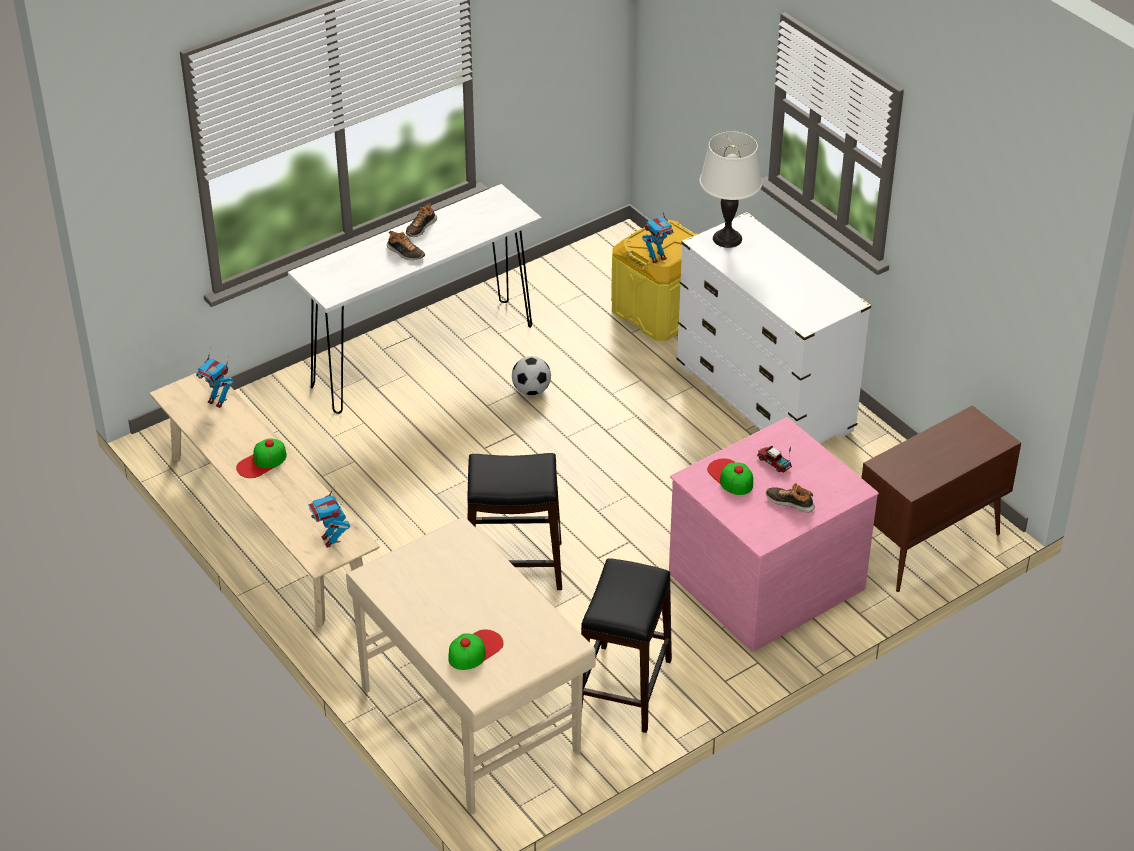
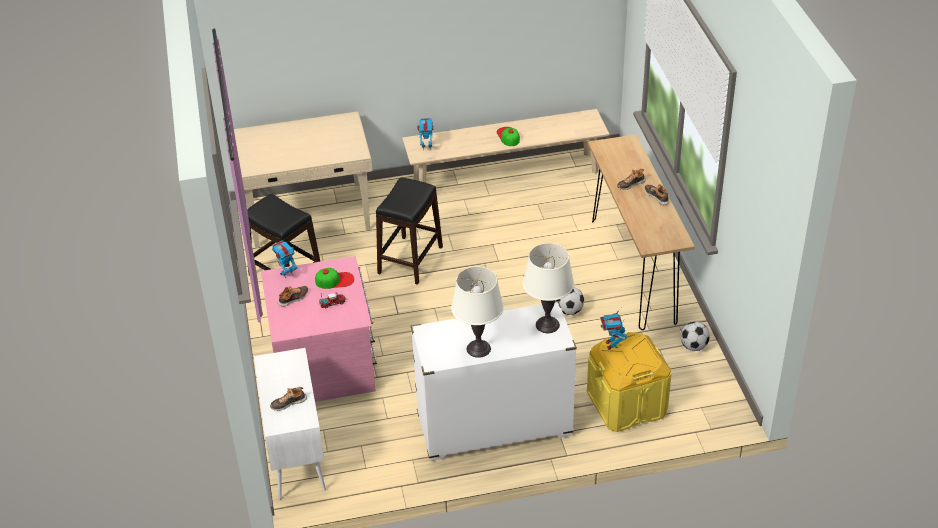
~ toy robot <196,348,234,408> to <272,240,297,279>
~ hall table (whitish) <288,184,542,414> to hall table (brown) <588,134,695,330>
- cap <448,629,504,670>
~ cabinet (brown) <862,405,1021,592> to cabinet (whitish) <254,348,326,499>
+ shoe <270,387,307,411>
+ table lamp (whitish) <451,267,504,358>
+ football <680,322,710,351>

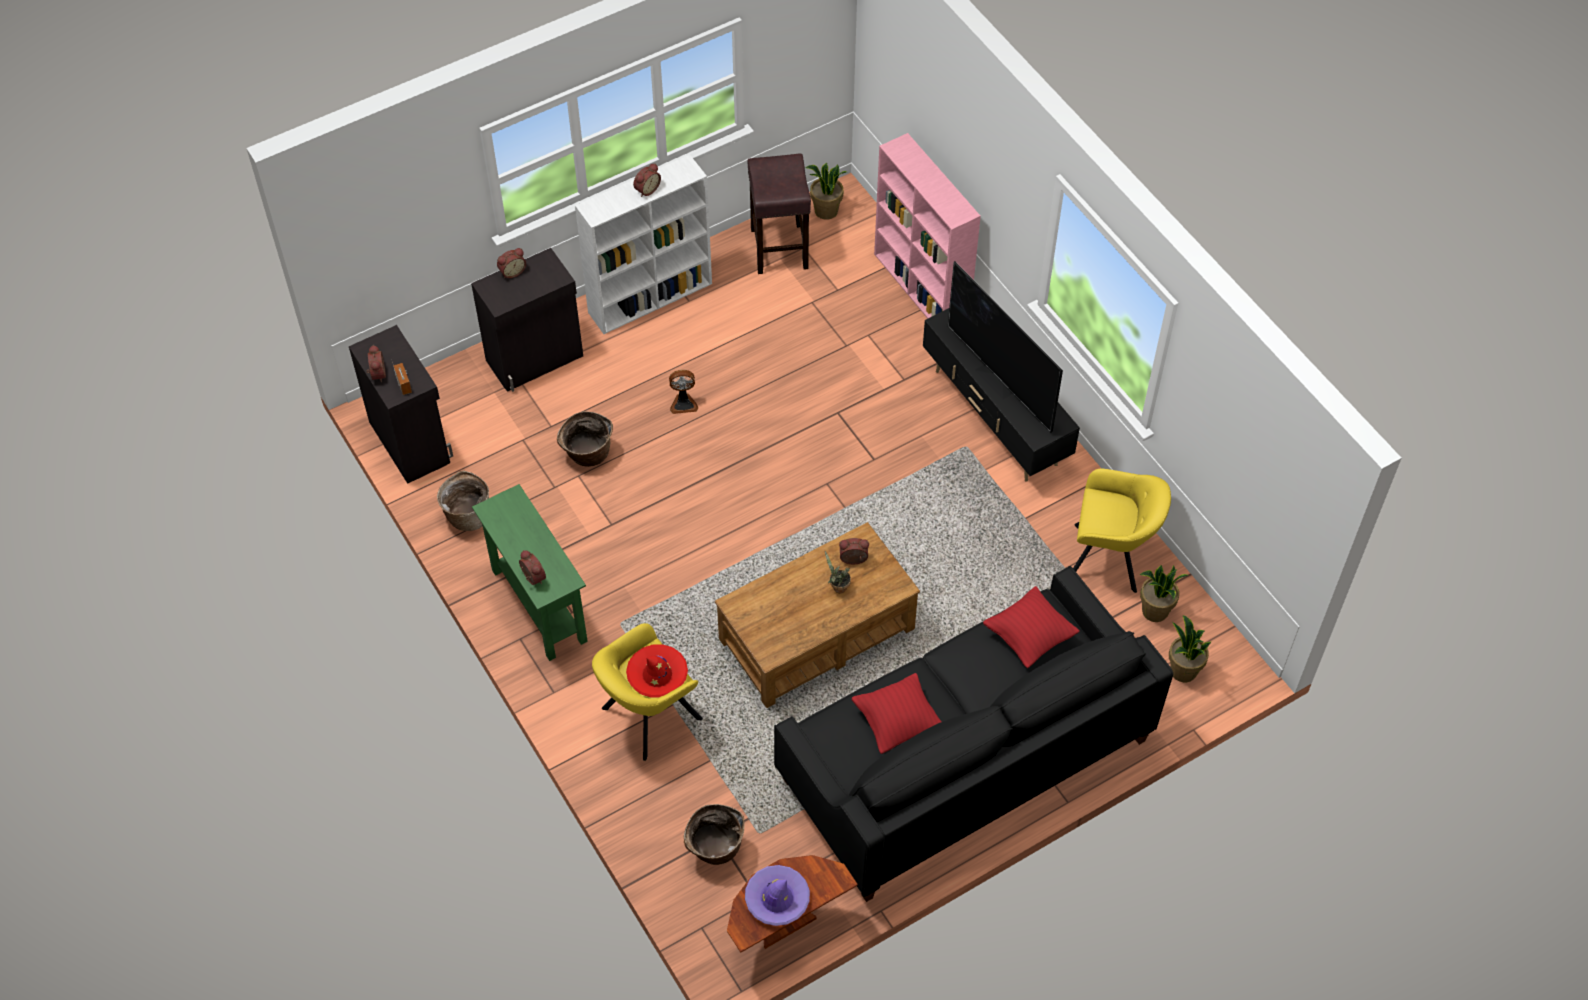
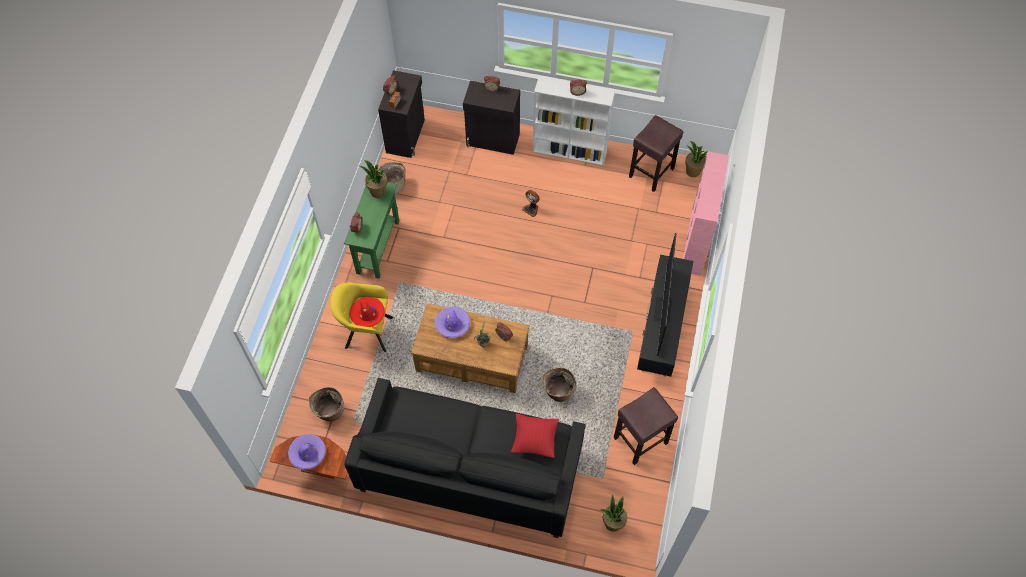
~ storage basket <557,411,613,467> to <542,368,577,402>
- cushion (reddish) <852,673,942,754>
~ easy chair (yellow) <1073,469,1171,593> to stool seat (brown) <613,387,678,465>
~ houseplant <1140,565,1188,622> to <359,160,387,198>
+ clothing hat (purple-coloured) <435,307,470,338>

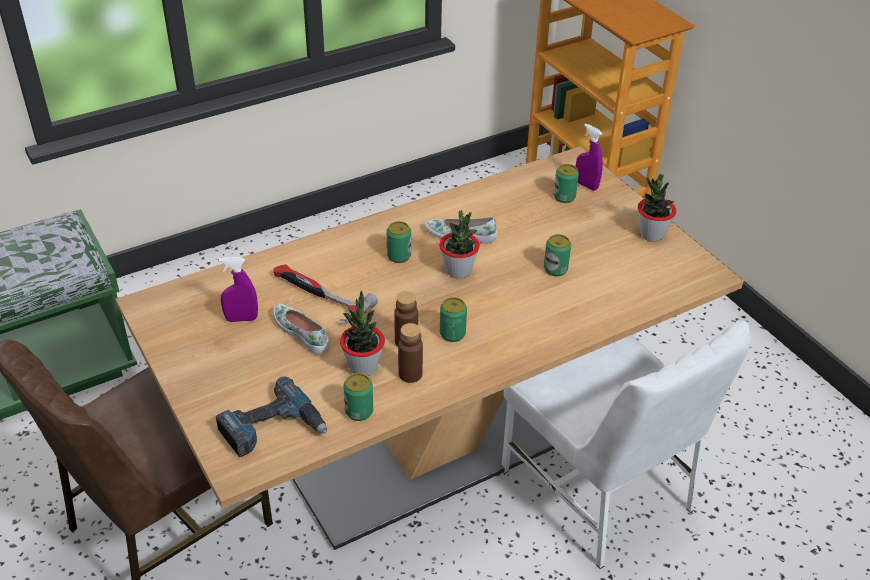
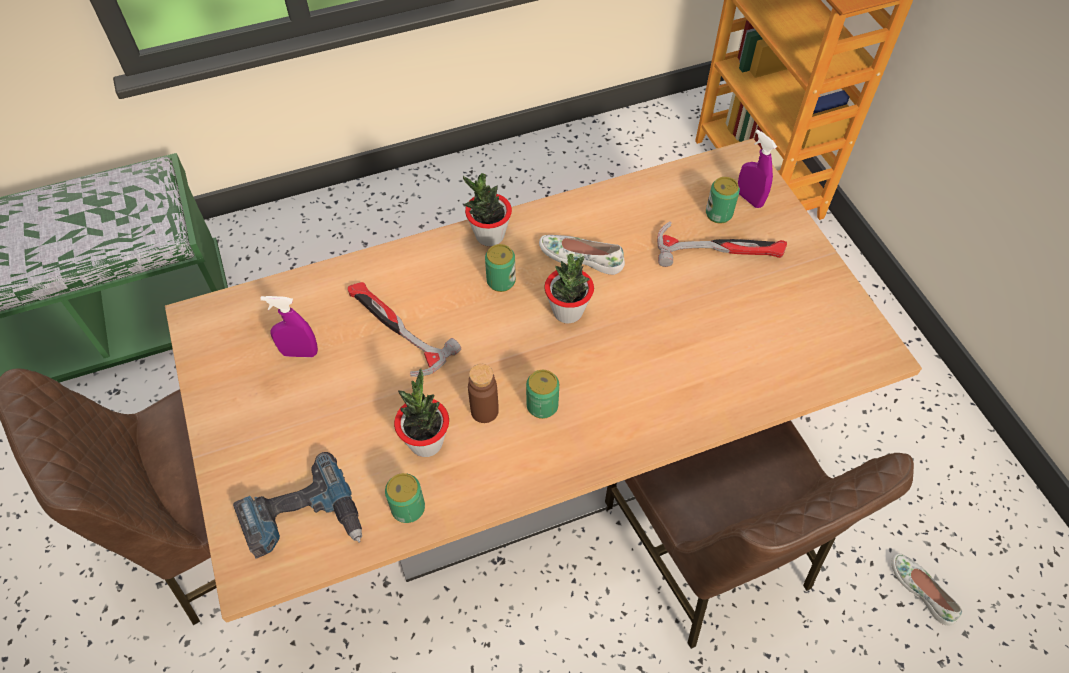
~ shoe (whitish) <273,303,330,355> to <891,553,962,625>
- drink bottle (brown) <398,323,423,383>
~ chair (whitish) <502,321,751,569> to chair (brown) <605,420,914,649>
- sealed can <544,234,571,277>
~ houseplant <638,174,676,242> to <463,173,512,247>
+ tool hammer <657,222,787,267>

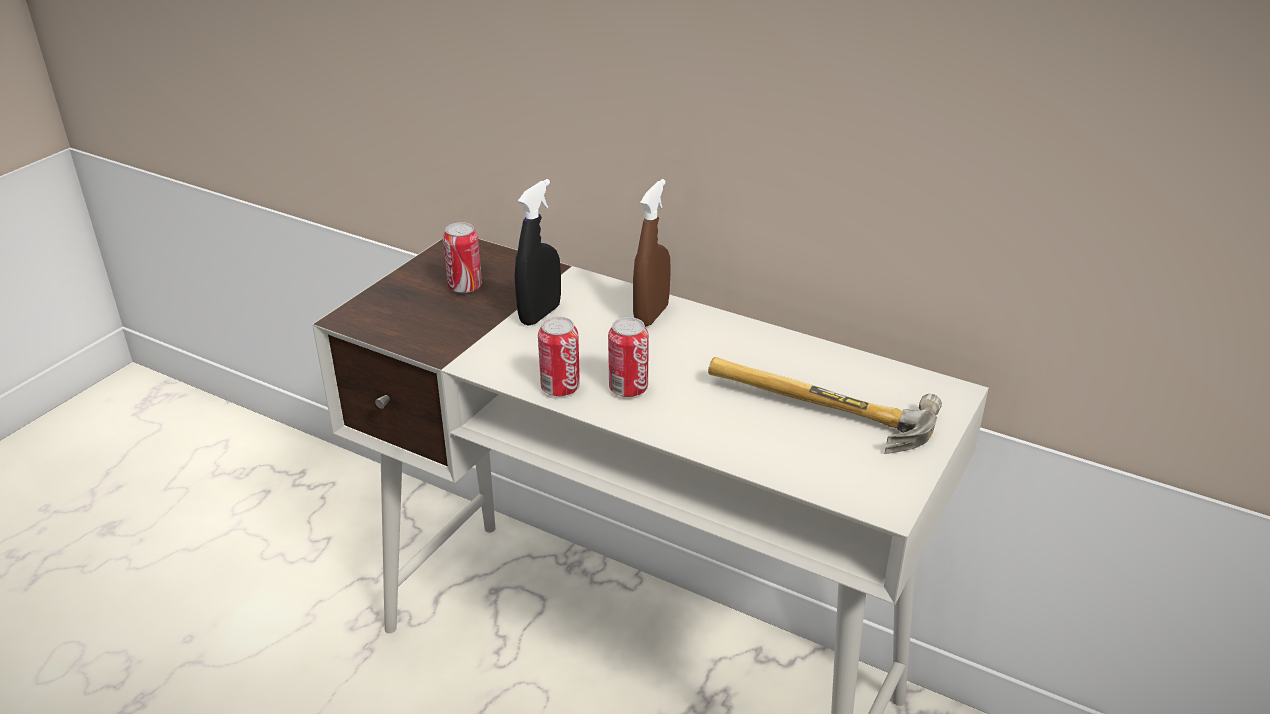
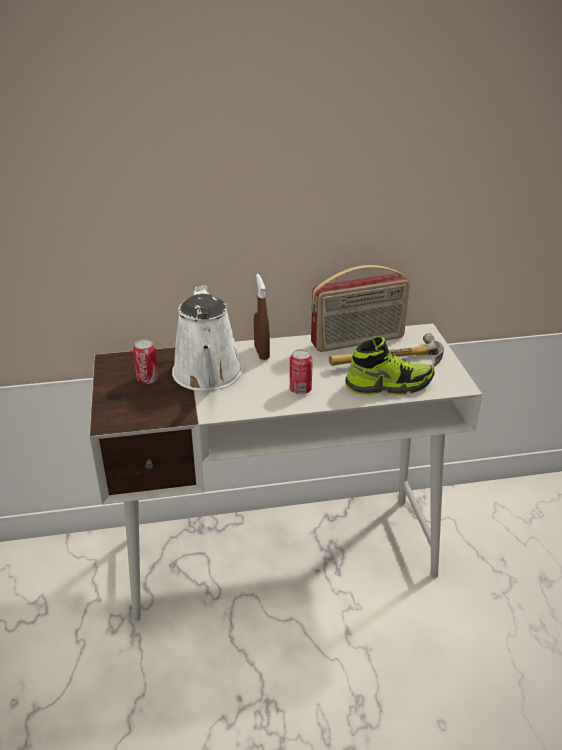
~ sprayer (black) <515,179,561,326> to watering can (whitish) <172,285,243,391>
- sealed can <538,316,580,396>
+ radio set <311,265,410,352>
+ shoe <345,336,435,395>

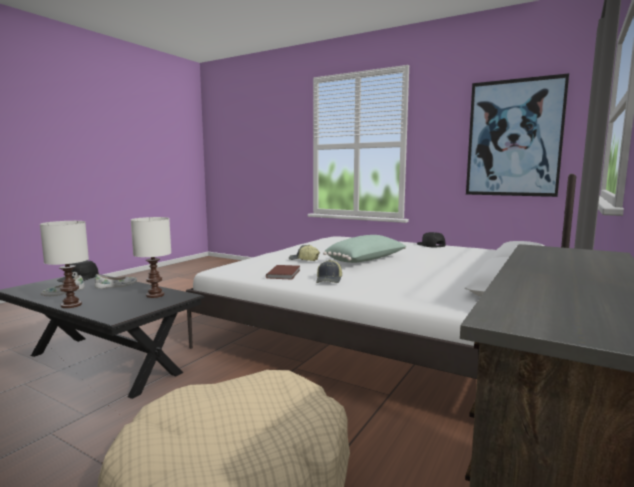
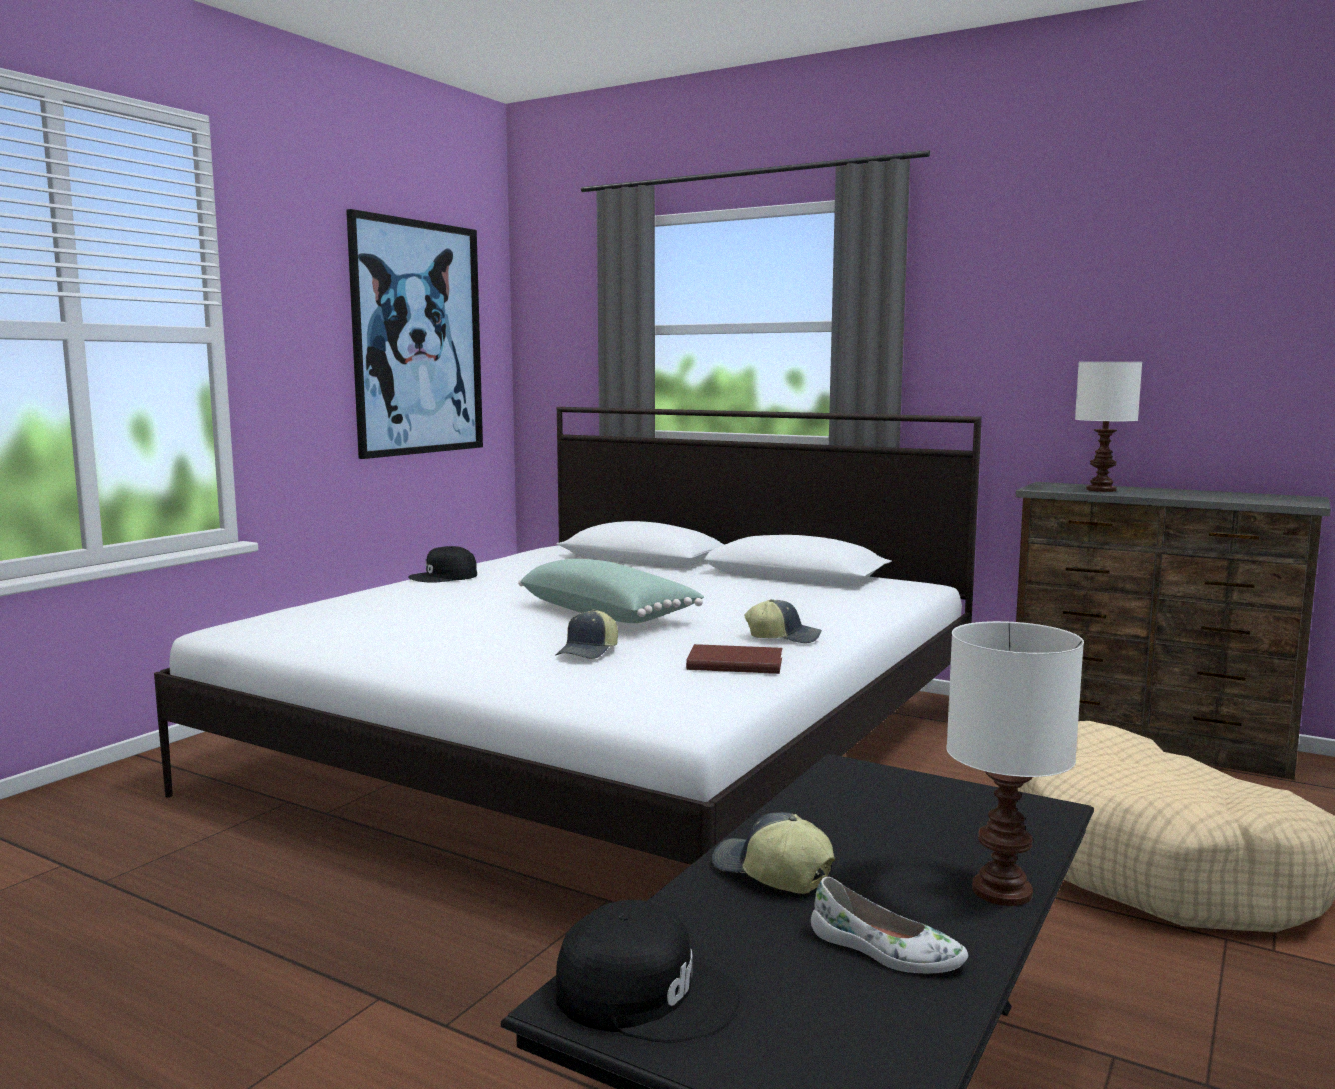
~ shoe (whitish) <94,274,137,289> to cap <712,812,835,894>
~ table lamp (whitish) <131,217,171,298> to <1075,362,1142,492>

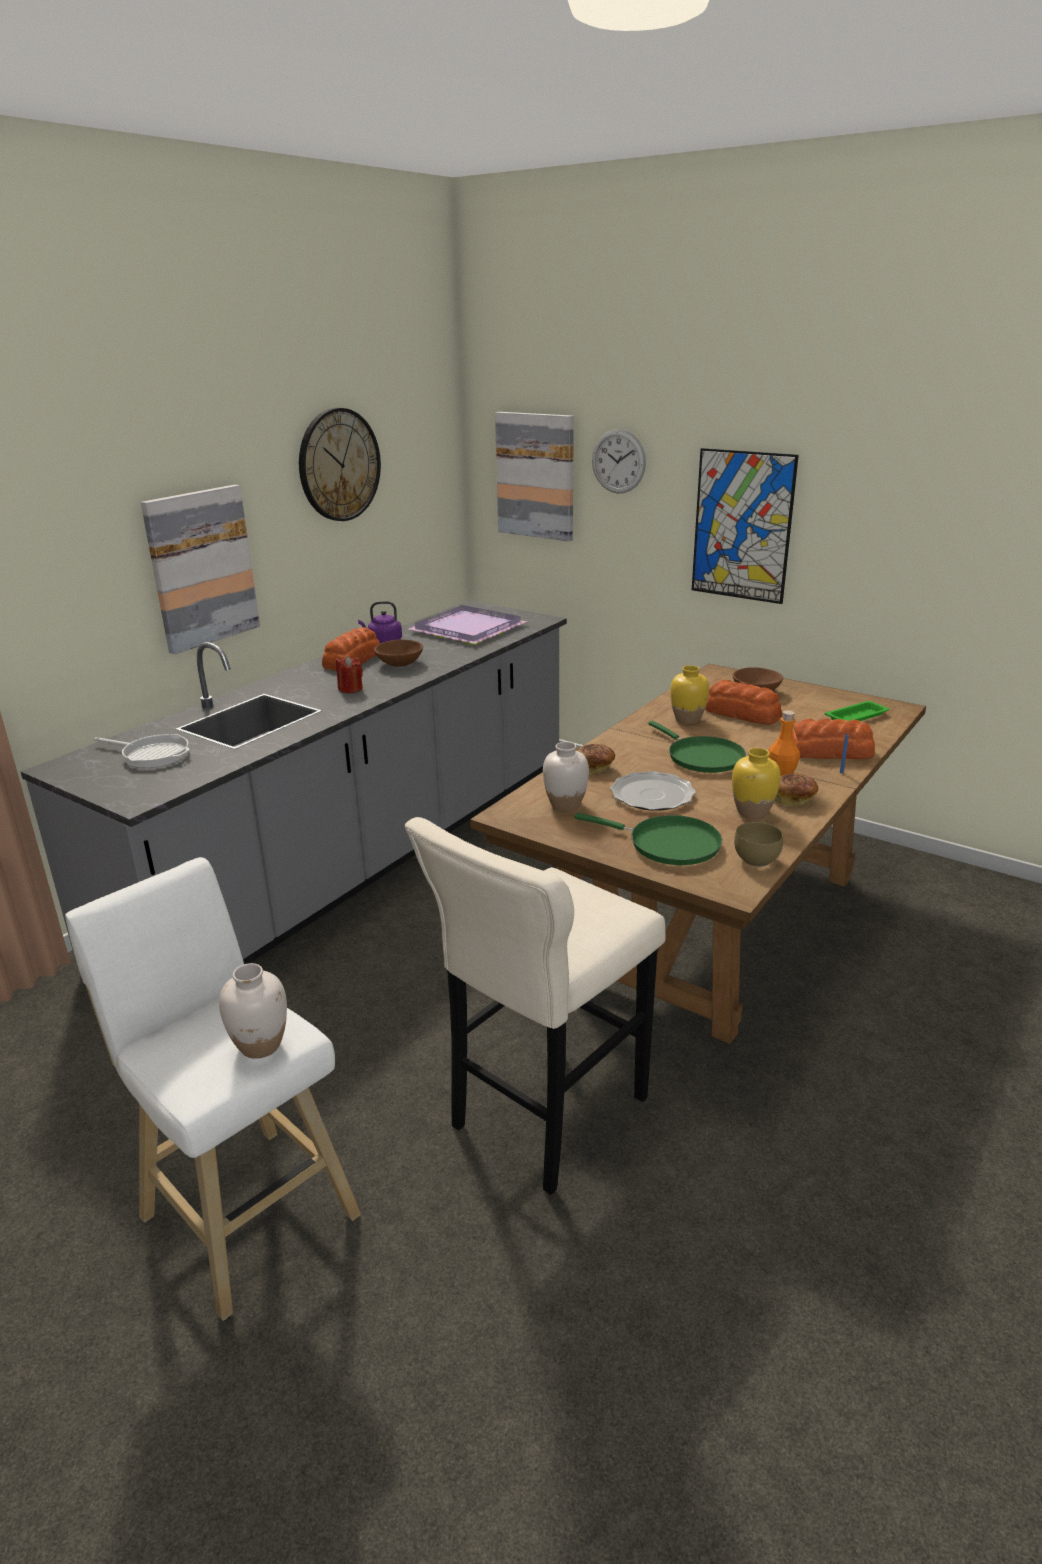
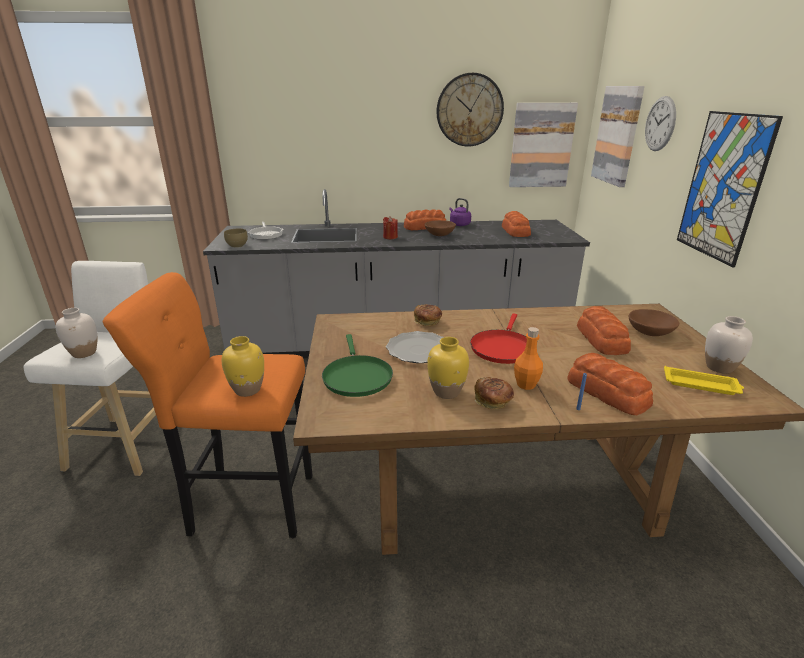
~ wall picture <141,485,260,654> to <509,103,578,187>
~ stool seat (sand-coloured) <405,817,666,1195> to stool seat (orangey) <103,272,313,539>
~ carrying tray (purple-coloured) <409,605,528,645> to bakery bread <502,211,531,237>
~ vase (whitish) <543,742,589,812> to <705,316,753,374>
~ pan (greenish) <648,721,746,773> to pan (reddish) <470,313,527,364>
~ vase (yellow) <670,666,709,724> to <222,336,264,397>
~ deep dish (brown) <734,822,783,867> to <224,229,248,248>
~ carrying tray (greenish) <825,701,889,721> to carrying tray (yellow) <664,366,744,395>

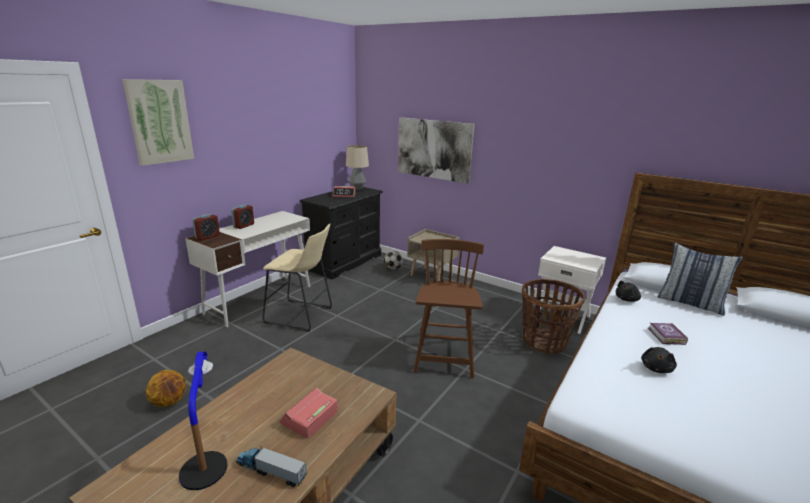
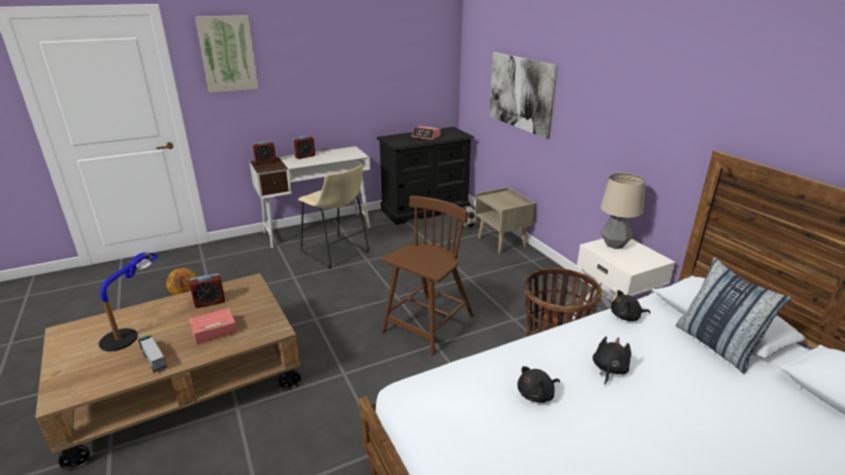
~ table lamp <346,145,369,190> to <600,173,646,249>
~ volume <648,323,688,345> to plush toy (black) <593,336,631,385>
+ bedside clock <190,273,225,308>

